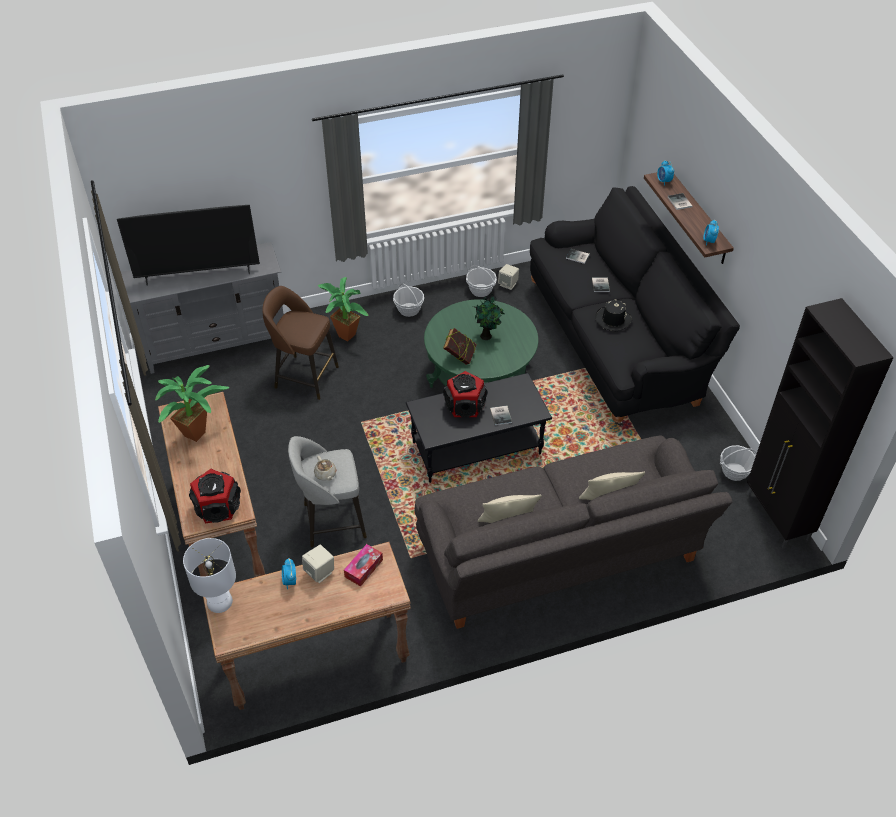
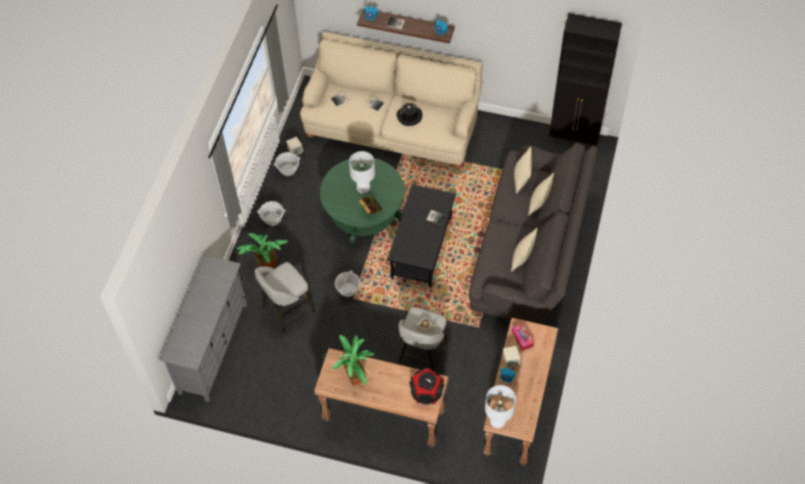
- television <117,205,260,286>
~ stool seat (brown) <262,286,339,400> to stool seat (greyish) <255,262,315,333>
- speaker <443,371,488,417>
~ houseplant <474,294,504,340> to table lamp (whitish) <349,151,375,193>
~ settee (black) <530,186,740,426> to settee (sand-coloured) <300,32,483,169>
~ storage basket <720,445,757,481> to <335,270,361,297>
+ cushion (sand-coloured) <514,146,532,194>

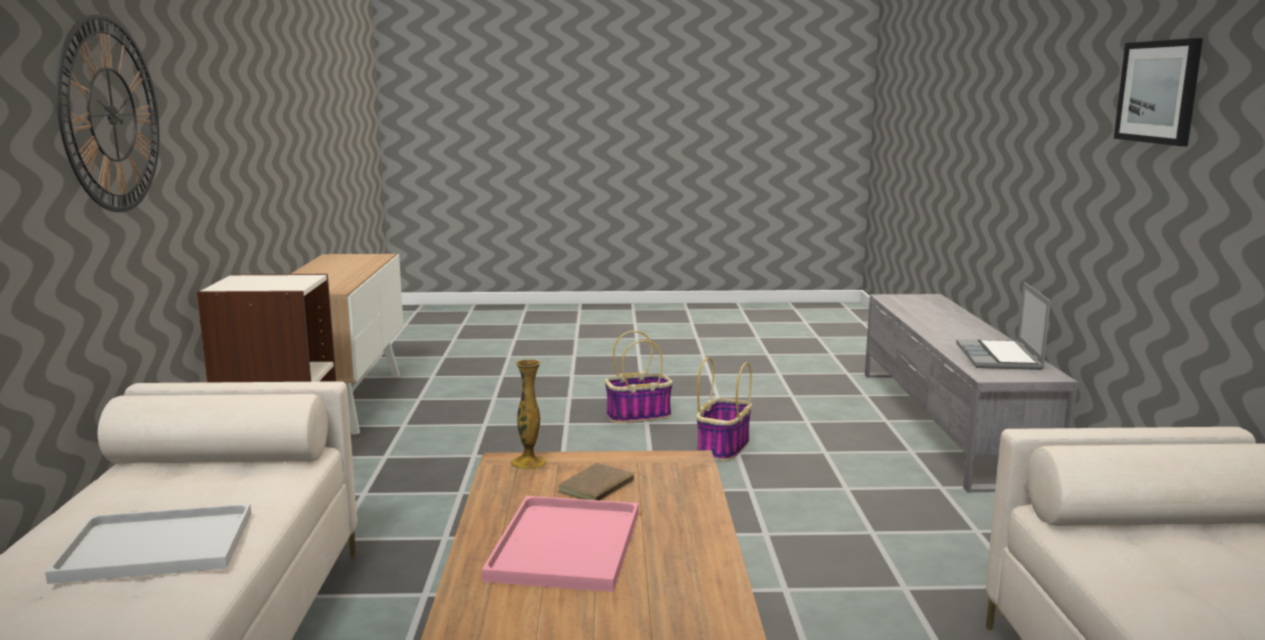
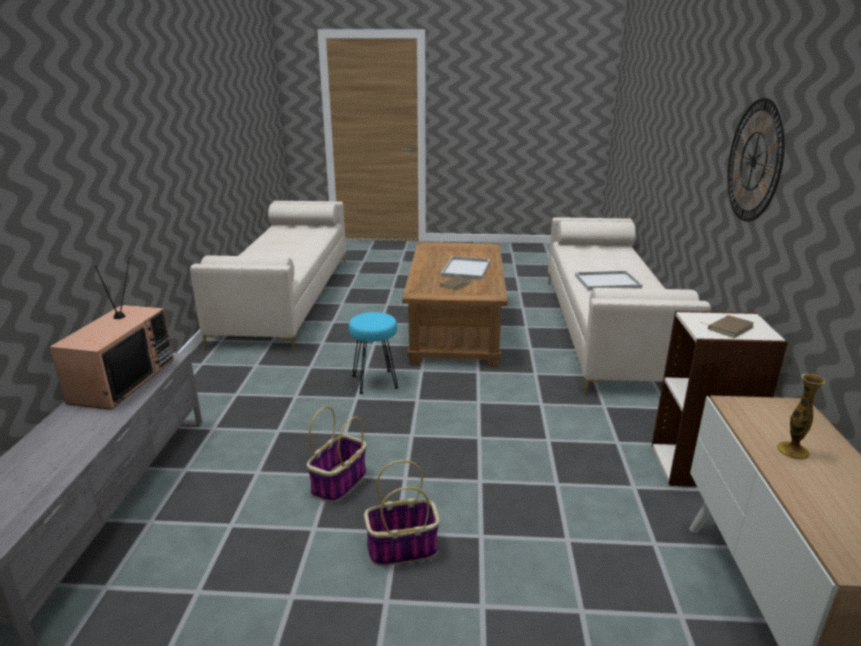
~ carrying tray (pink-coloured) <482,496,639,592> to carrying tray (whitish) <441,256,490,280>
~ vase <510,359,547,470> to <777,374,825,460>
~ notebook computer <956,282,1051,370> to television <50,256,174,410>
- wall picture <1114,38,1203,146>
+ stool seat (turquoise-coloured) <348,312,398,394>
+ volume (brown) <705,315,754,338>

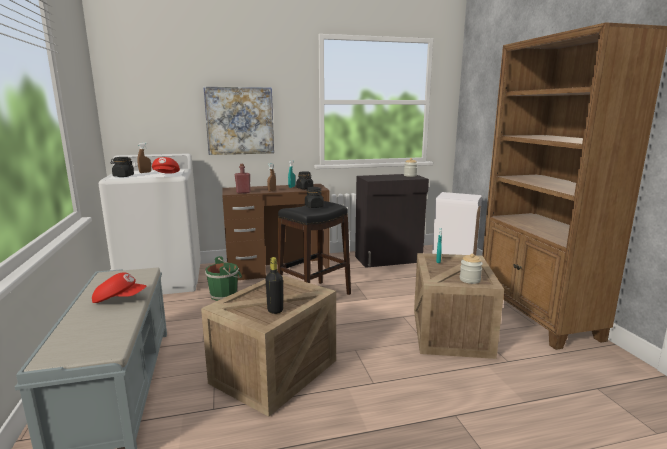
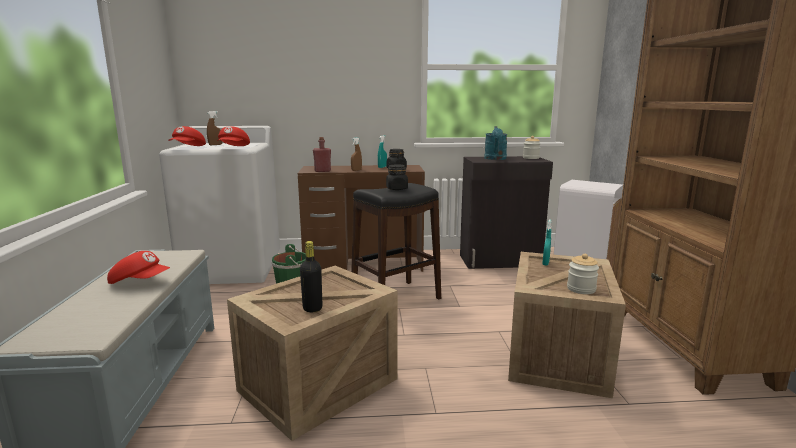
~ jar (black) <110,157,134,177> to cap (reddish) <168,126,206,146>
- wall picture <204,87,274,155>
+ watering can (turquoise-coloured) <484,126,507,160>

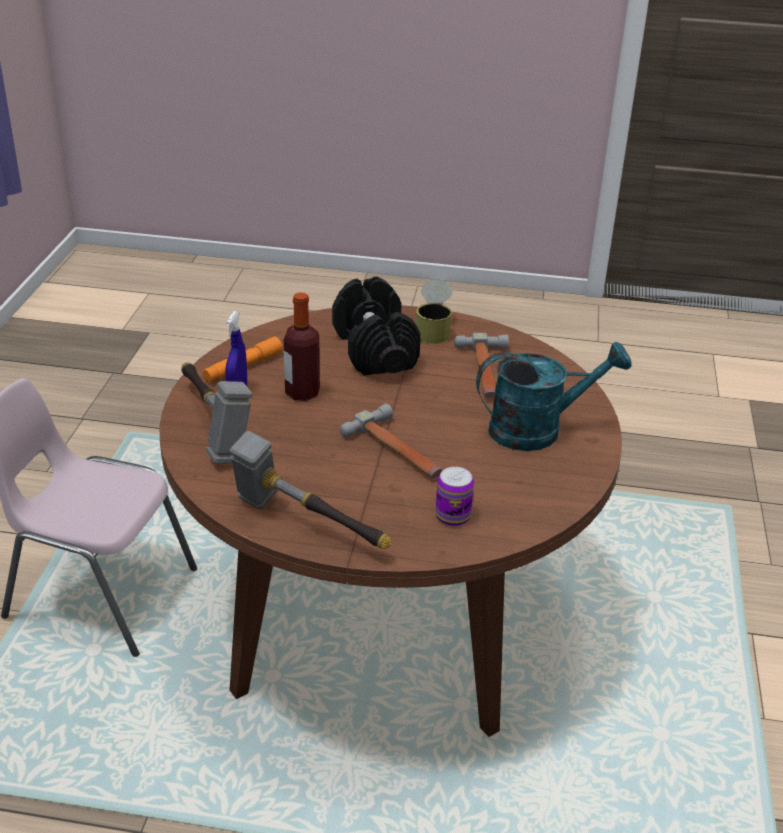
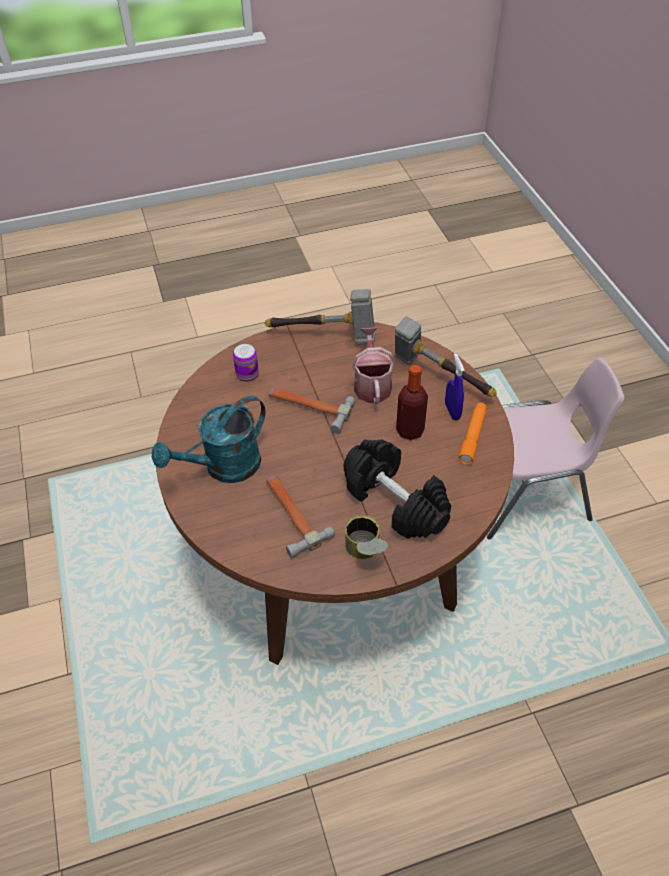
+ watering can <352,327,395,404>

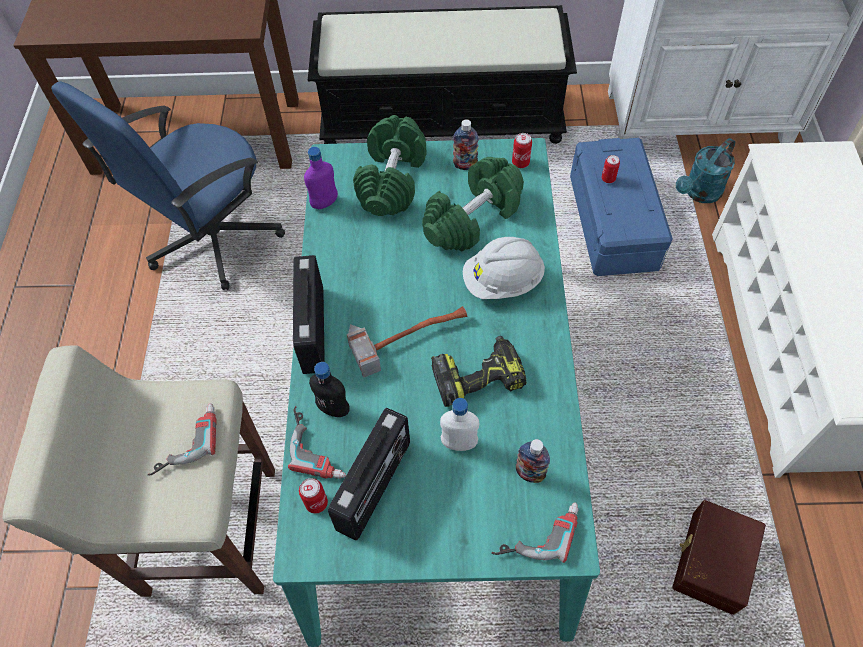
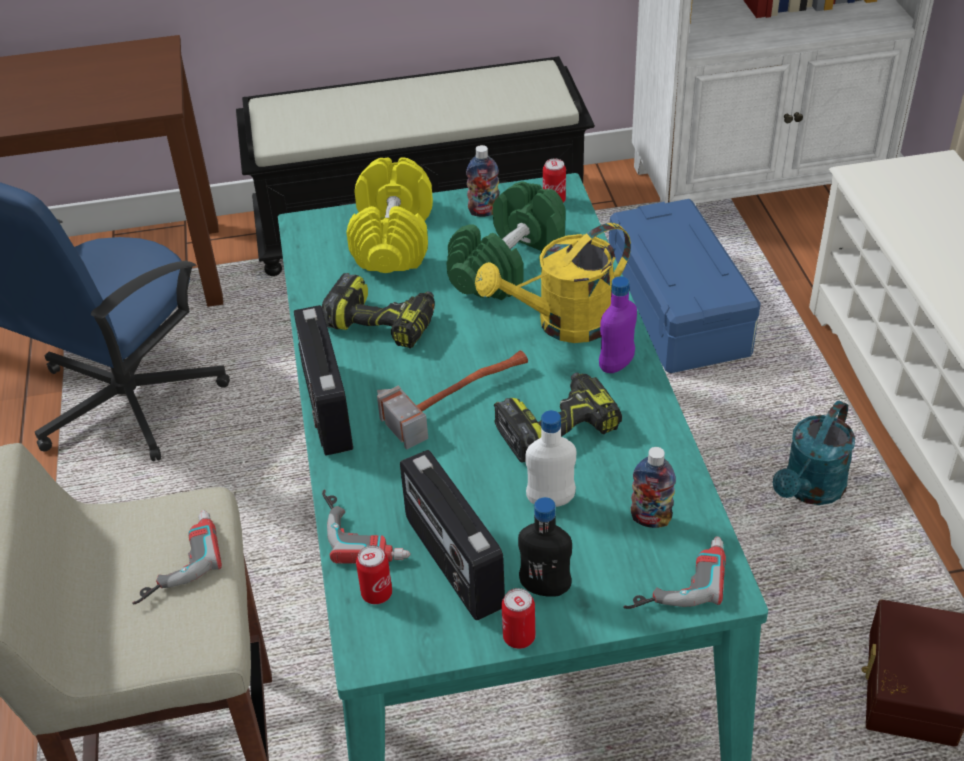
~ drink bottle (purple-coloured) <304,147,338,209> to <599,276,637,373>
~ drink bottle (black) <309,362,350,417> to <518,497,572,597>
~ radio set <328,408,410,540> = <400,450,505,620> 135 degrees clockwise
~ hand weight (greenish) <353,115,427,216> to hand weight (yellow) <346,157,433,273>
~ safety helmet (whitish) <463,237,545,299> to watering can (yellow) <475,223,631,343>
~ sealed can <601,155,620,183> to <501,588,535,649>
~ watering can (turquoise-coloured) <676,138,735,203> to <773,401,855,505>
+ electric drill <322,273,435,349>

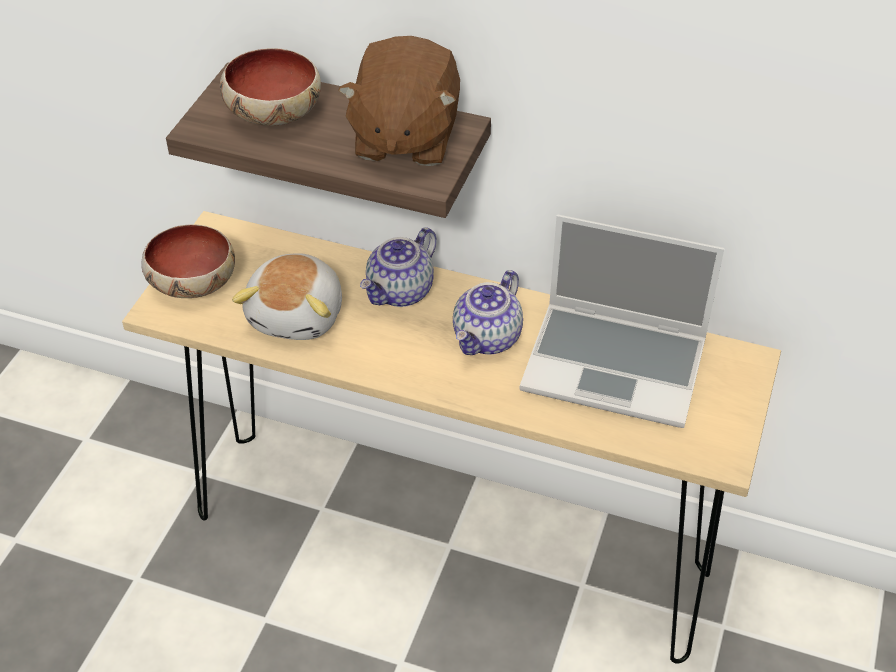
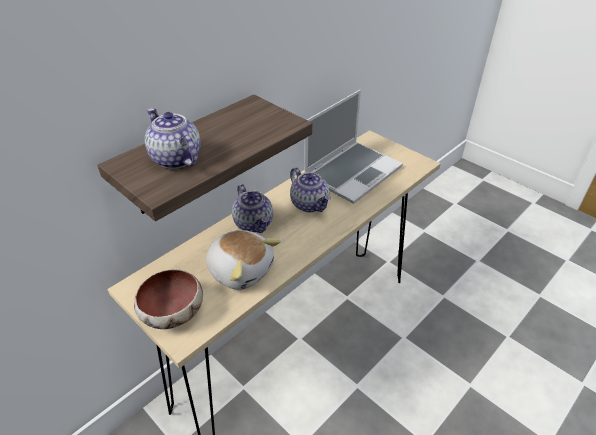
~ deep dish <220,48,321,126> to teapot <145,108,200,169>
- plush toy (brown) <338,36,460,166>

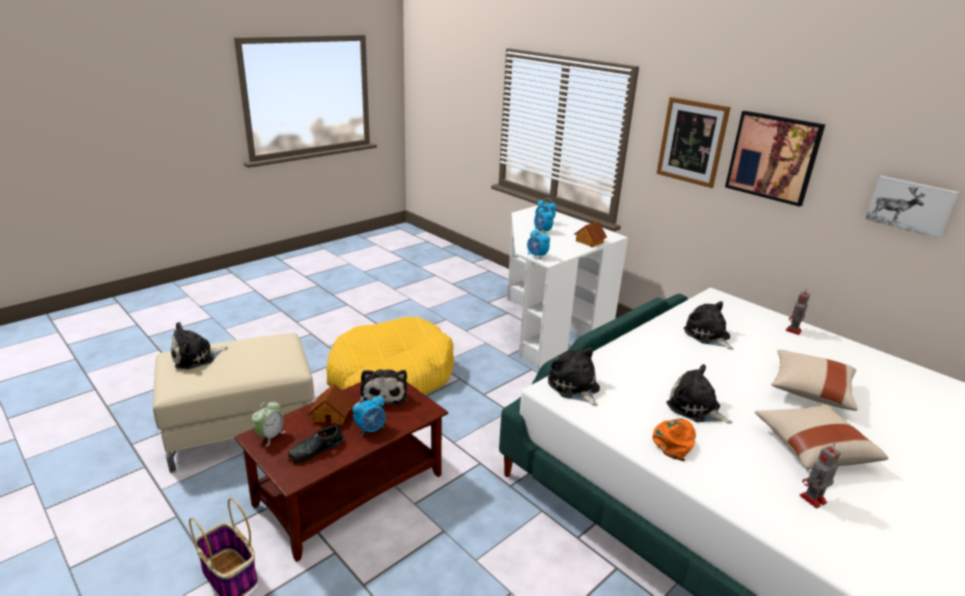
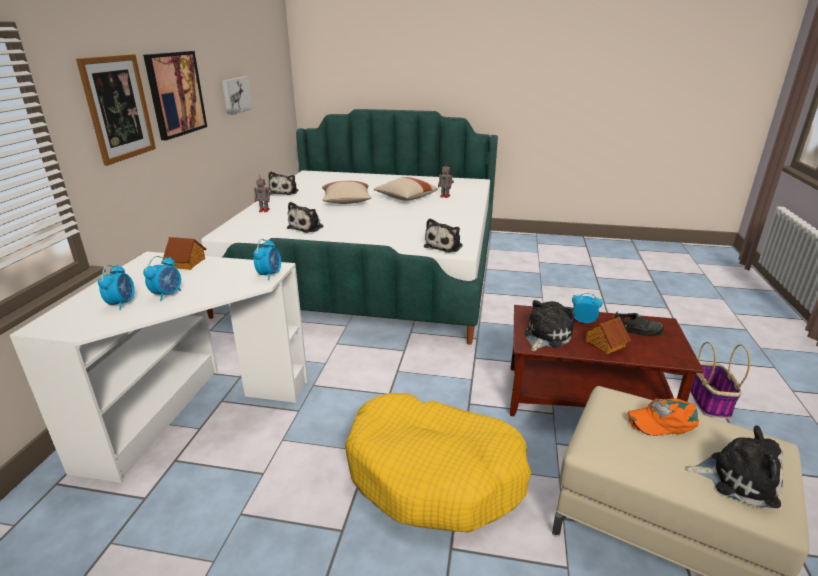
- bedside clock <252,401,286,447>
~ cap (orangey) <652,419,696,461> to <628,399,700,436>
~ plush toy <666,364,733,424> to <268,172,298,195>

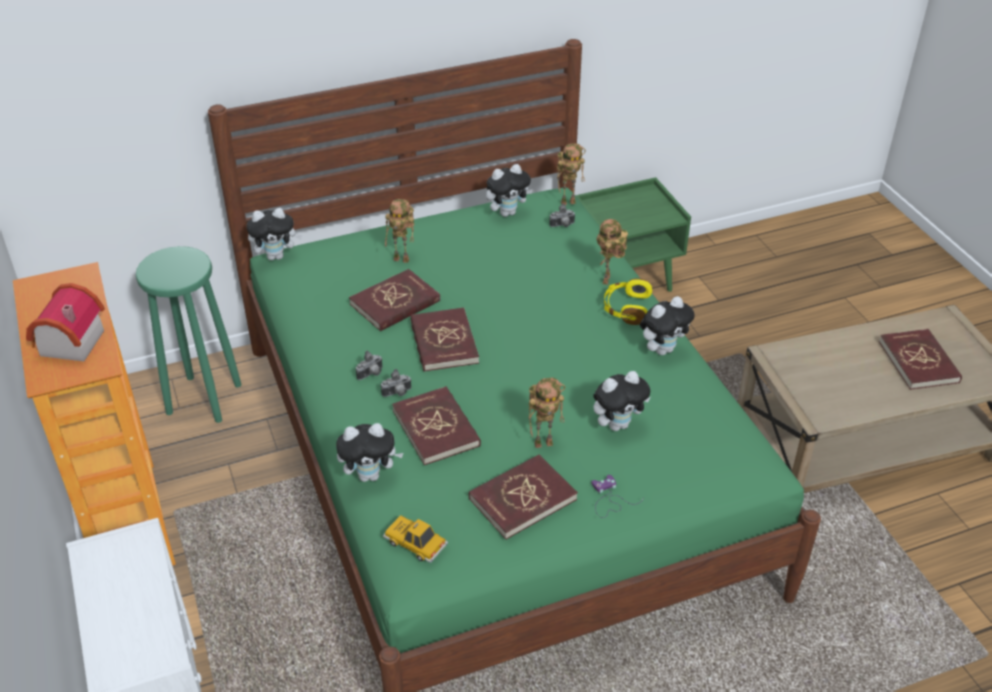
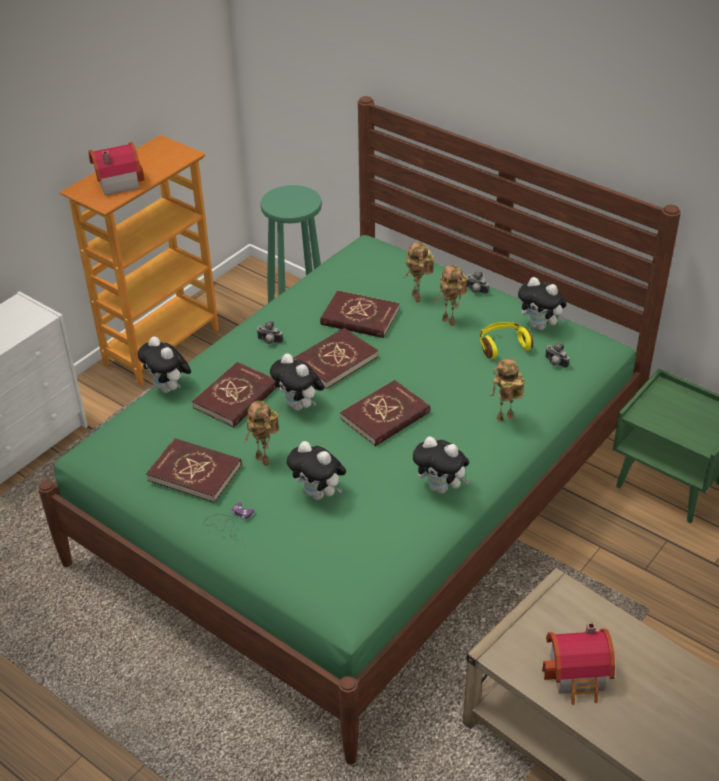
~ plush toy <247,208,302,260> to <270,353,325,411>
~ photo camera <381,369,412,397> to <467,271,489,294>
- toy car <383,515,448,563>
~ toy robot <557,143,586,205> to <434,265,468,326>
~ pair of headphones (yellow) <604,278,652,325> to <480,321,533,359>
~ volume (reddish) <879,329,962,390> to <340,380,430,446>
+ miniature house <542,622,615,705>

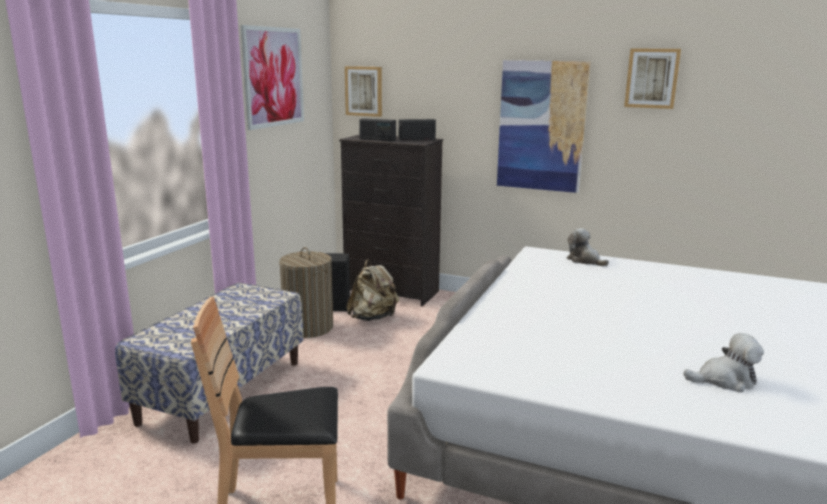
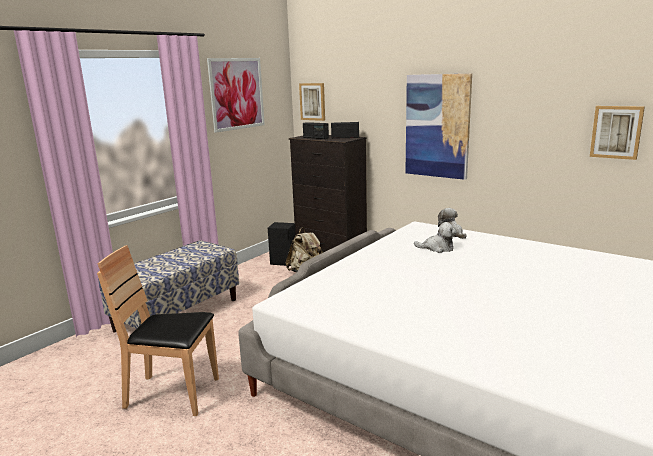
- hamper <279,247,333,338>
~ wall picture <624,49,681,109> to <590,106,645,160>
~ plush toy <683,333,764,392> to <414,222,457,253>

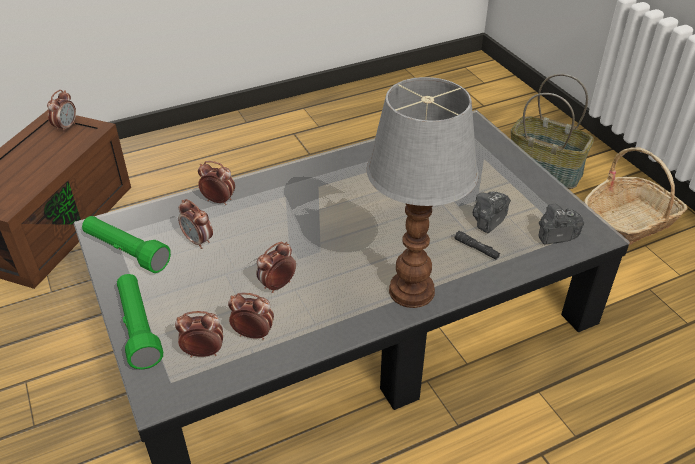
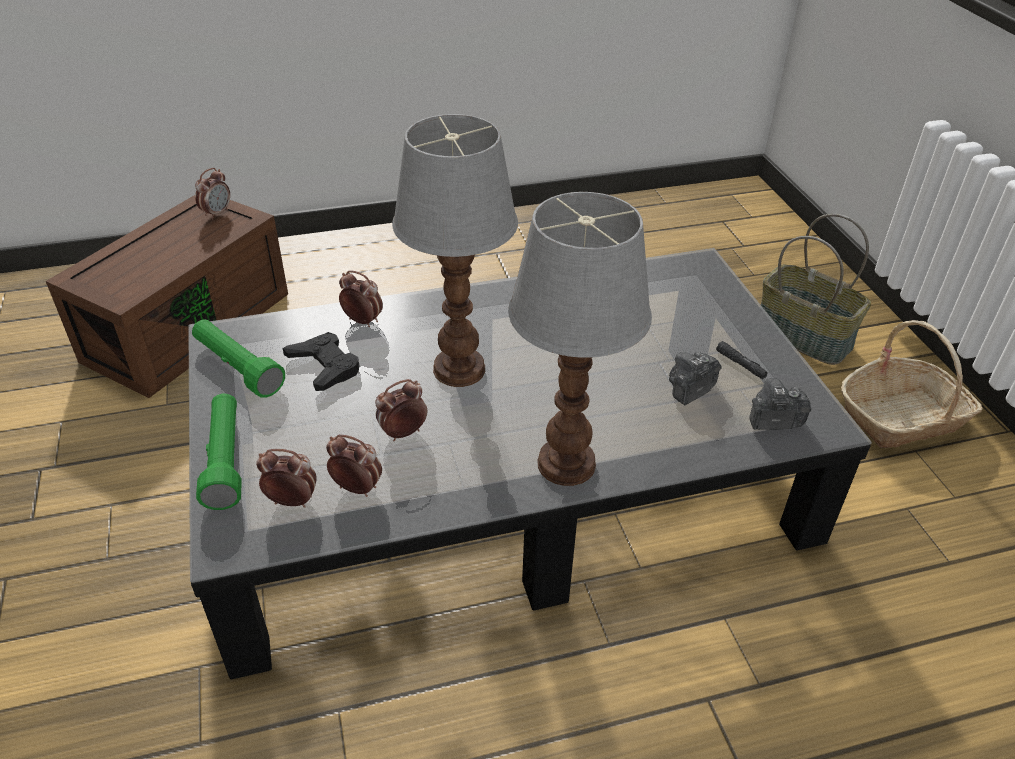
~ bedside clock <178,199,213,249> to joypad (black) <283,332,359,391>
~ torch (black) <455,231,500,260> to <716,341,768,379>
+ table lamp <392,114,518,387>

